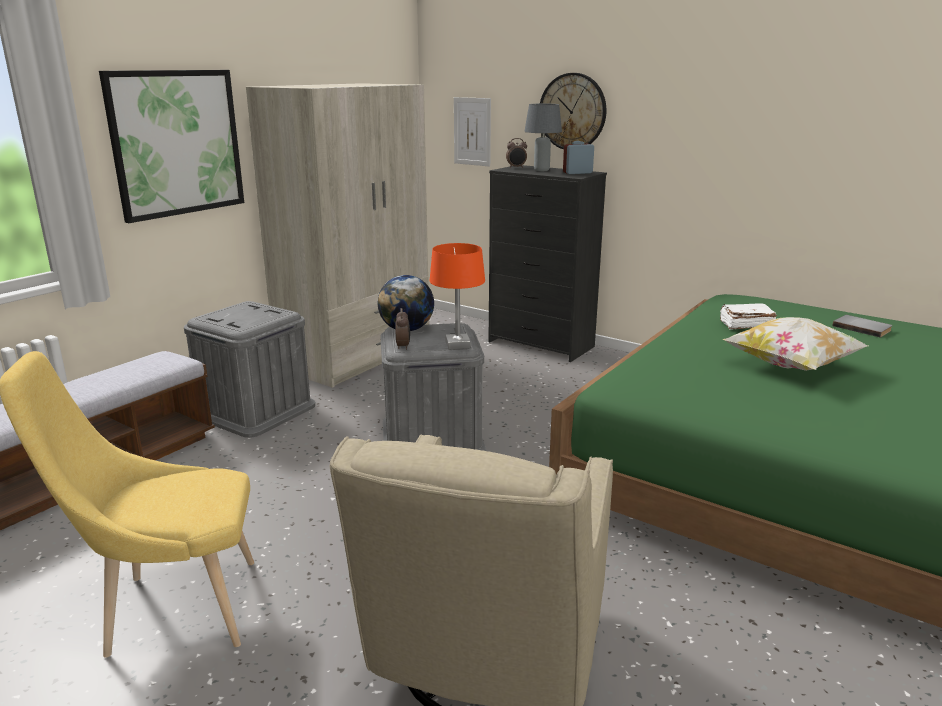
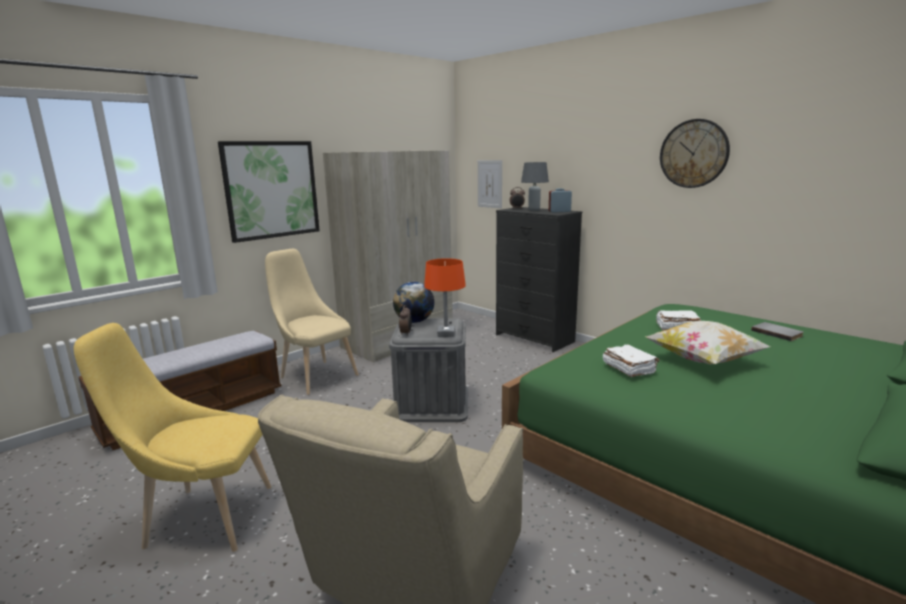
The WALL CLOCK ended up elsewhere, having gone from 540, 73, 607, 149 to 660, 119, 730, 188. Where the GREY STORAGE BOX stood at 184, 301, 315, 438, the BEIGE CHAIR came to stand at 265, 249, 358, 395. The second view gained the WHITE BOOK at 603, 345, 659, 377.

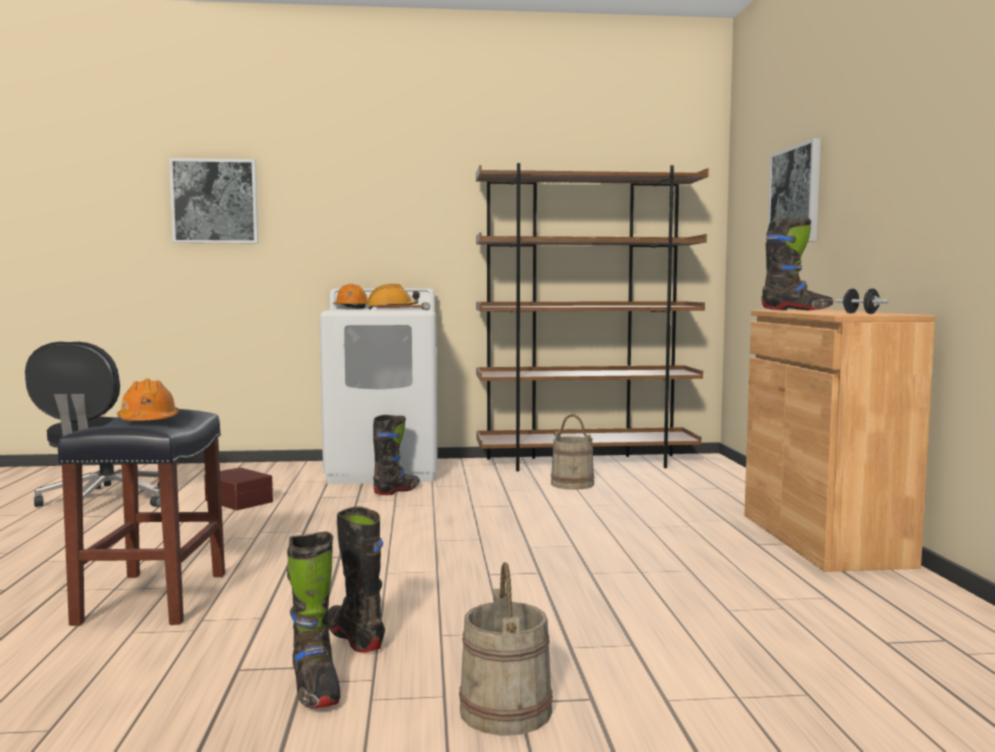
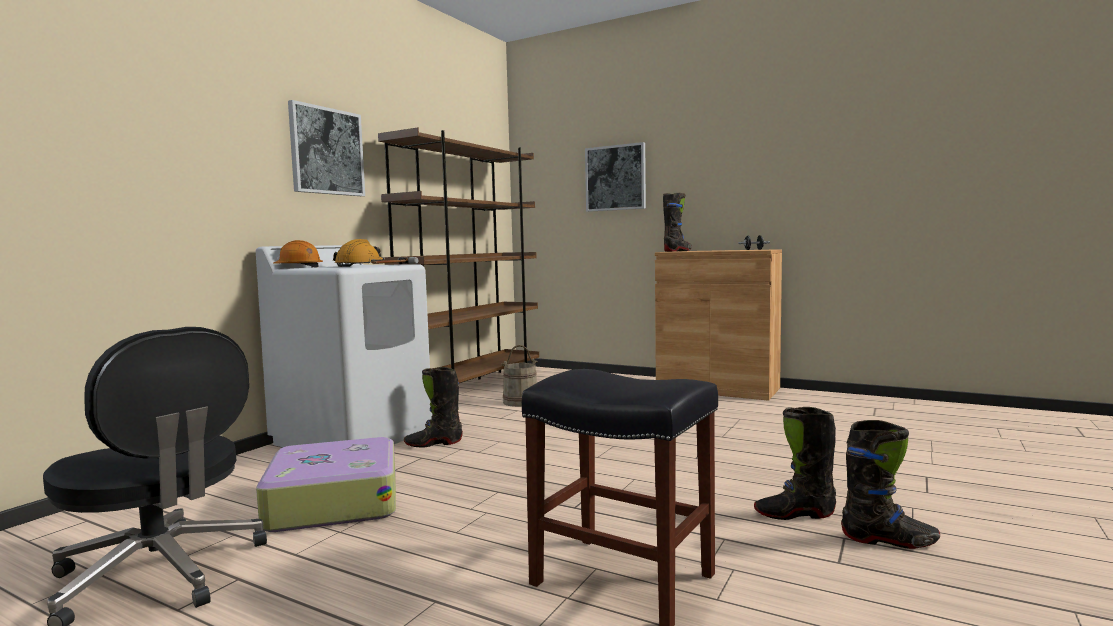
The PICTURE ended up elsewhere, having gone from 169, 158, 258, 243 to 288, 100, 365, 196. The second view lost the ORANGE HARD HAT at 117, 379, 179, 421. The BLACK BOOT at 373, 415, 420, 495 ended up facing another way, 90 degrees counterclockwise from before. Where the BROWN STORAGE BOX stood at 204, 467, 273, 510, the SUITCASE came to stand at 256, 437, 396, 532. The second view lost the BEIGE BUCKET at 459, 562, 553, 736.

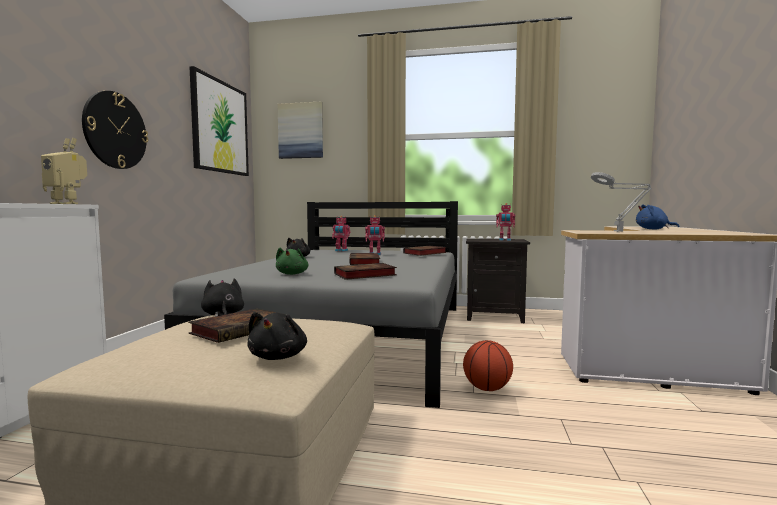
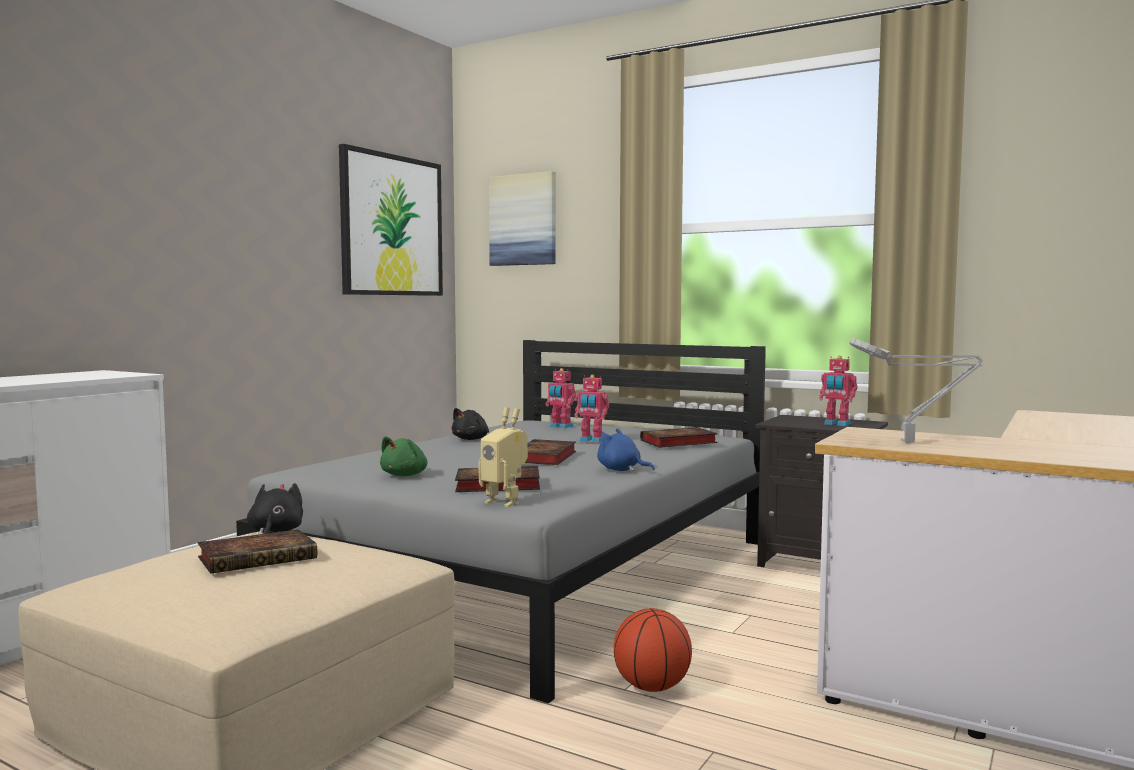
The second view lost the WALL CLOCK at 82, 91, 148, 169. The TOY ROBOT ended up elsewhere, having gone from 41, 138, 87, 204 to 479, 407, 528, 507. The BLUE PLUSH TOY ended up elsewhere, having gone from 636, 204, 679, 229 to 597, 428, 655, 471. The second view lost the BLACK PLUSH TOY at 247, 312, 307, 360.

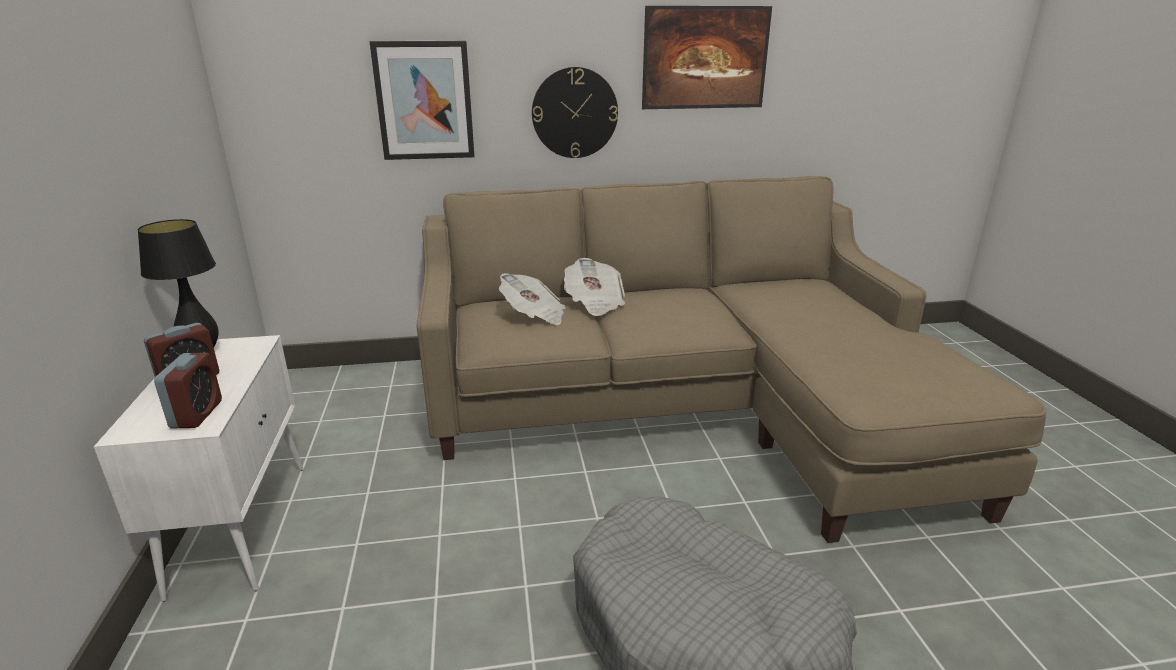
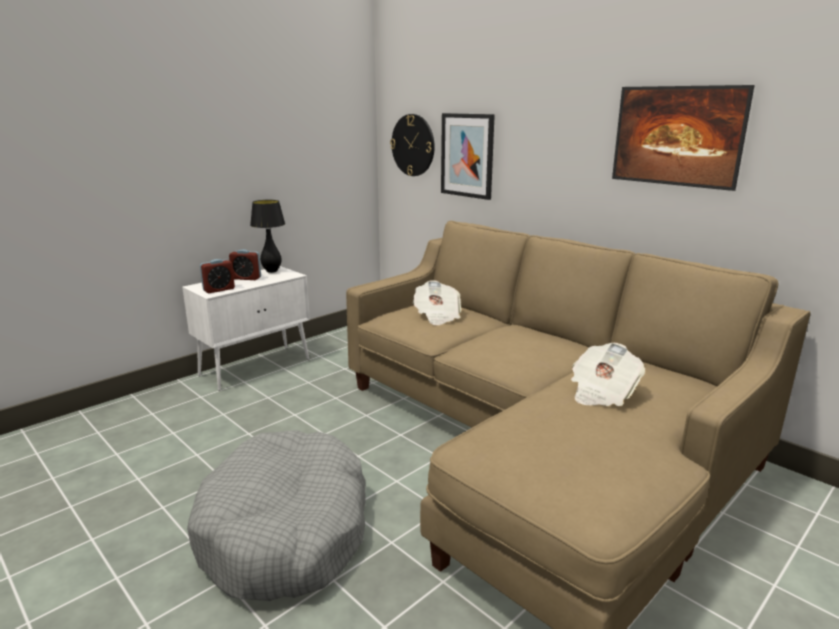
The WALL CLOCK ended up elsewhere, having gone from 532, 67, 618, 158 to 390, 114, 435, 176. The NEWSPAPER ended up elsewhere, having gone from 564, 258, 625, 316 to 571, 343, 645, 406.

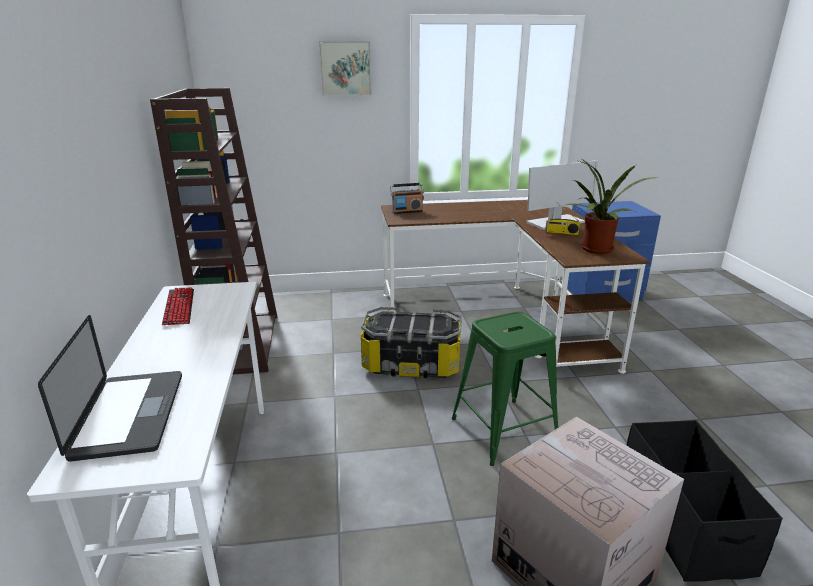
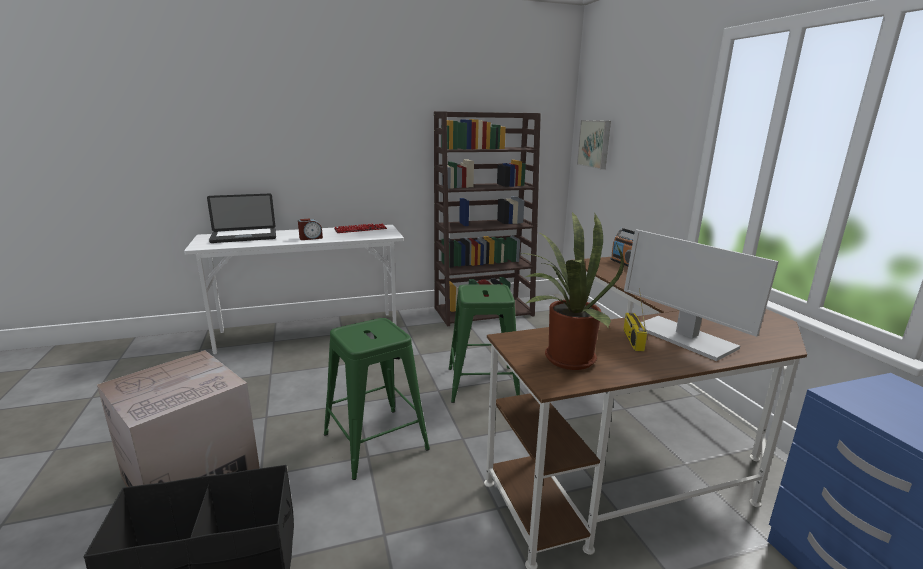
The PICTURE ended up elsewhere, having gone from 319, 41, 372, 96 to 577, 120, 611, 169. Where the STORAGE BOX stood at 361, 307, 461, 378, the GREEN STOOL came to stand at 448, 284, 520, 403. The second view gained the ALARM CLOCK at 298, 219, 323, 240.

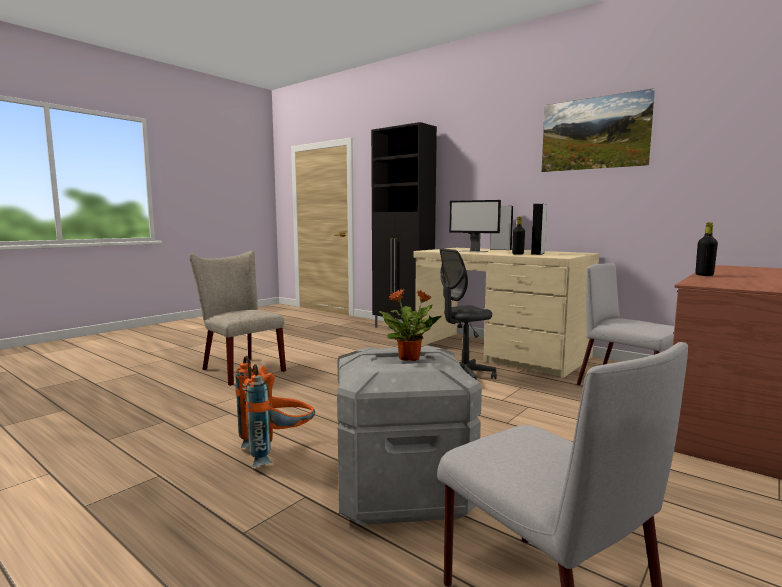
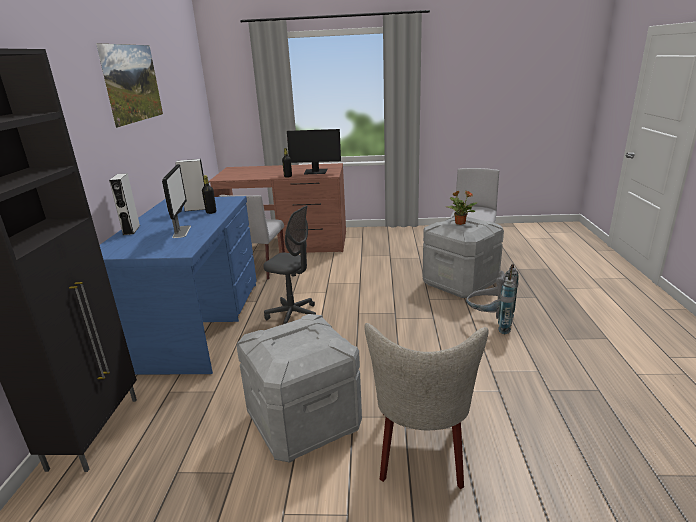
What was the BEIGE DESK at 414, 248, 599, 378 turned into the BLUE DESK at 100, 196, 257, 375. What was the ORANGE BACKPACK at 235, 356, 315, 467 turned into the GREY BACKPACK at 466, 264, 519, 334. The second view gained the MONITOR at 287, 129, 341, 174. The second view gained the GREY STORAGE BOX at 236, 314, 362, 463.

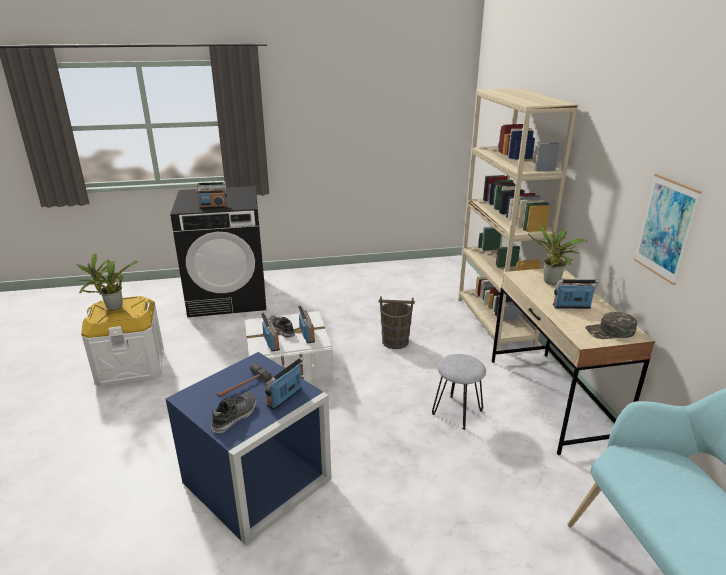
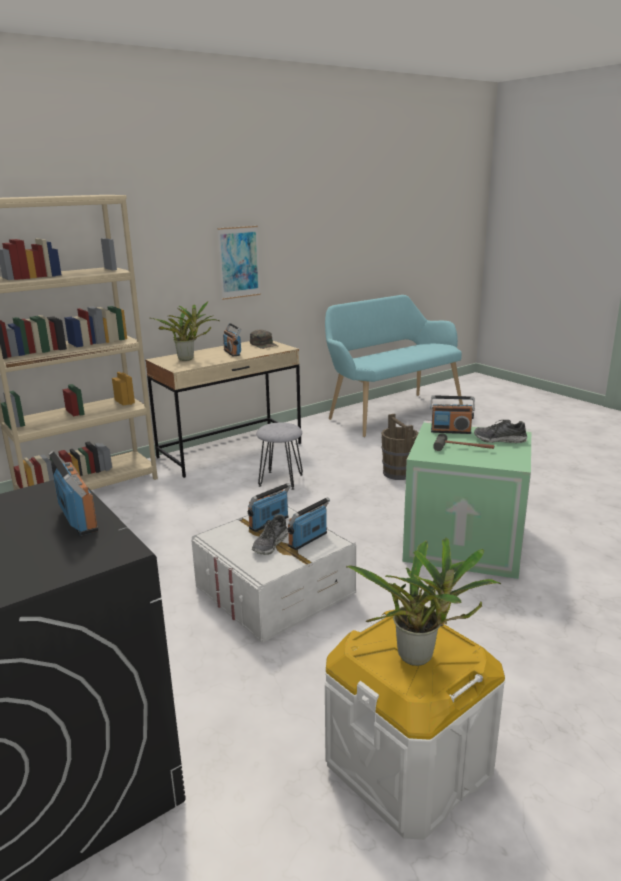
The BROWN BUCKET ended up elsewhere, having gone from 379, 296, 415, 349 to 381, 414, 418, 480. What was the BLUE STORAGE BOX at 165, 352, 331, 545 turned into the GREEN STORAGE BOX at 403, 421, 531, 579.

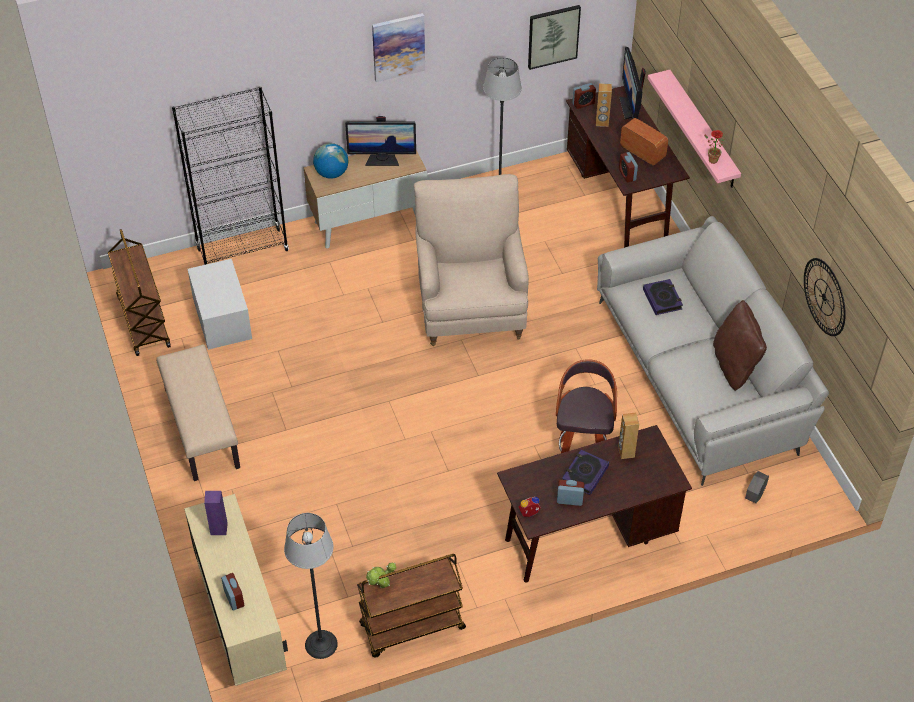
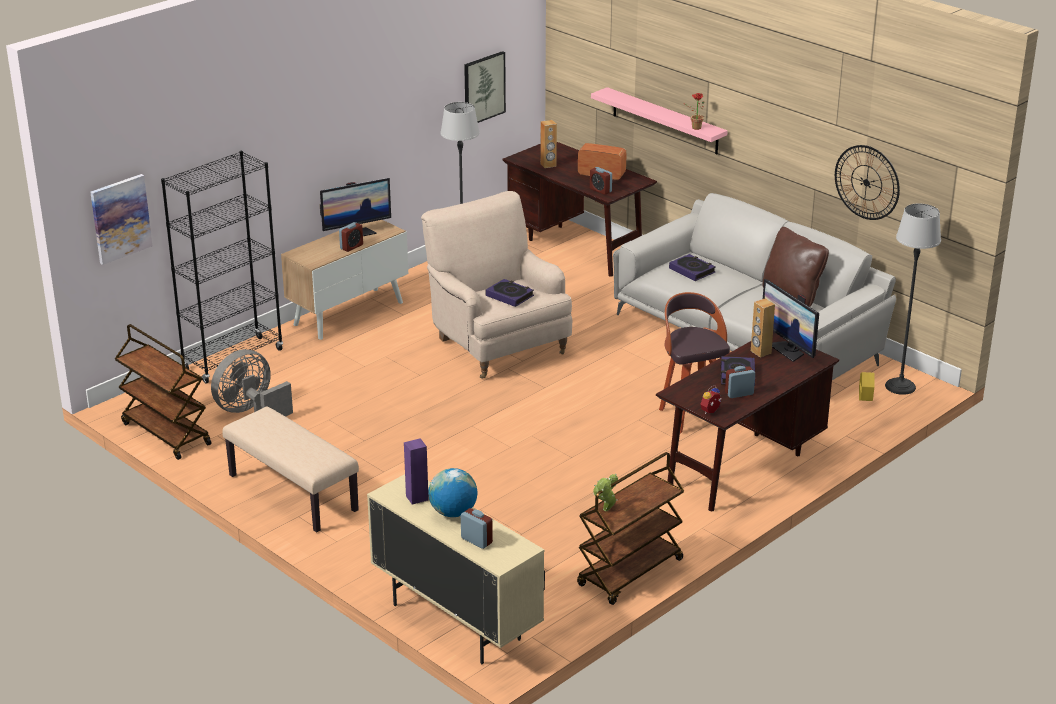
The PICTURE ended up elsewhere, having gone from 372, 13, 425, 82 to 90, 174, 152, 265. The MONITOR ended up elsewhere, having gone from 619, 47, 646, 119 to 763, 279, 819, 362. The ALARM CLOCK ended up elsewhere, having gone from 572, 83, 596, 109 to 339, 222, 363, 252. The GLOBE ended up elsewhere, having gone from 313, 143, 348, 179 to 428, 468, 477, 517. Where the WHITE STORAGE BOX stood at 188, 259, 252, 350, the GREY FAN came to stand at 211, 349, 293, 417. What was the GREY PLANTER at 745, 471, 769, 503 turned into the YELLOW PLANTER at 859, 372, 874, 401. The FLOOR LAMP ended up elsewhere, having gone from 284, 513, 338, 659 to 885, 203, 941, 395. The second view gained the BOOK at 486, 279, 534, 307.

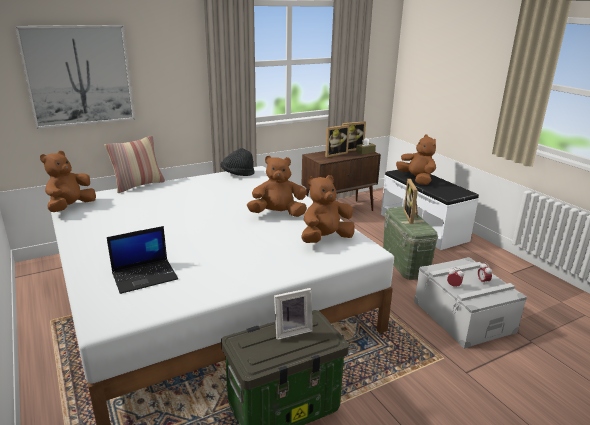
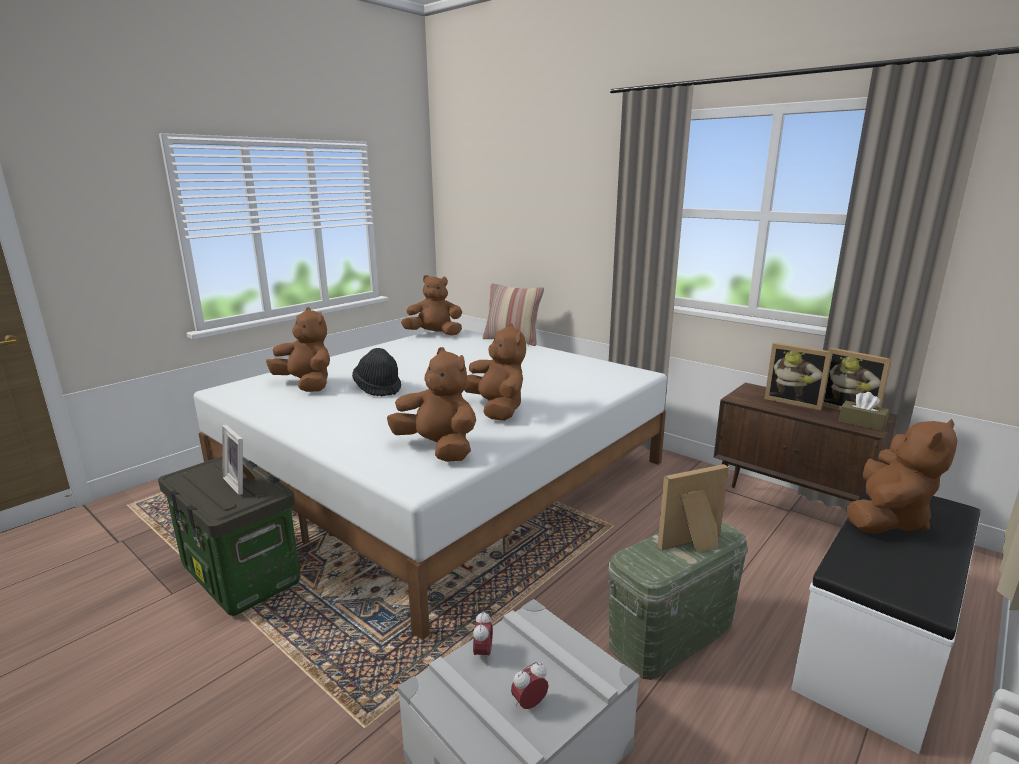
The second view lost the PICTURE at 15, 25, 135, 129. The BLACK HAT ended up elsewhere, having gone from 221, 148, 255, 176 to 352, 348, 401, 397. Where the LAPTOP stood at 107, 226, 178, 294, the BROWN PLUSH TOY came to stand at 266, 307, 330, 392.

